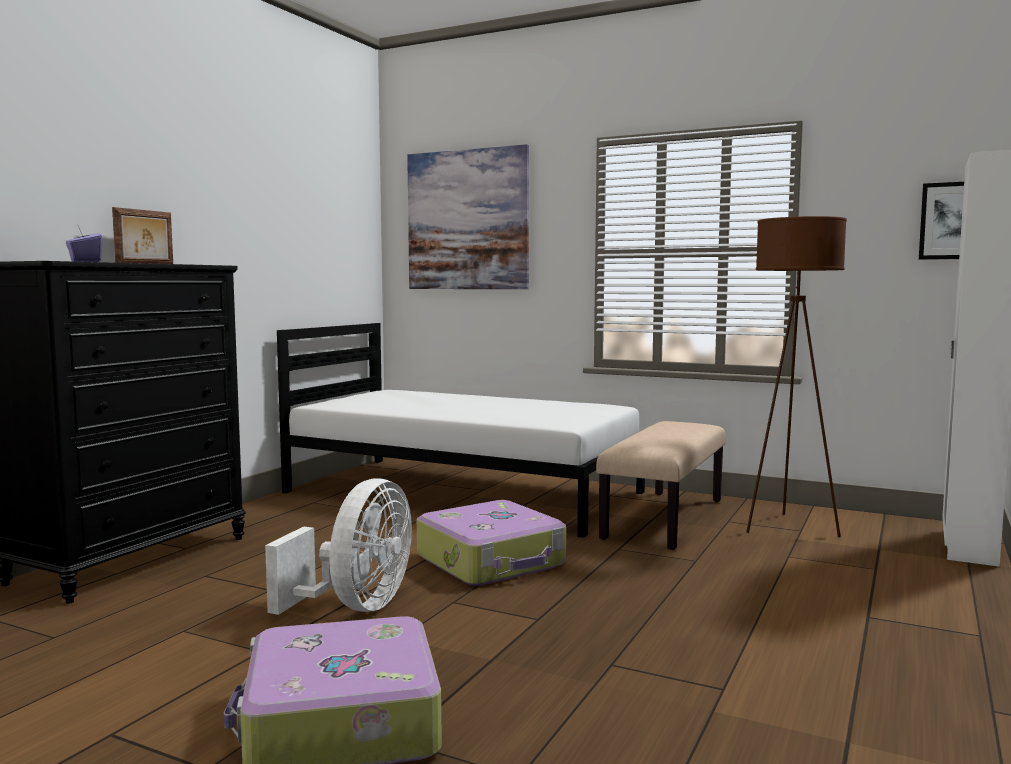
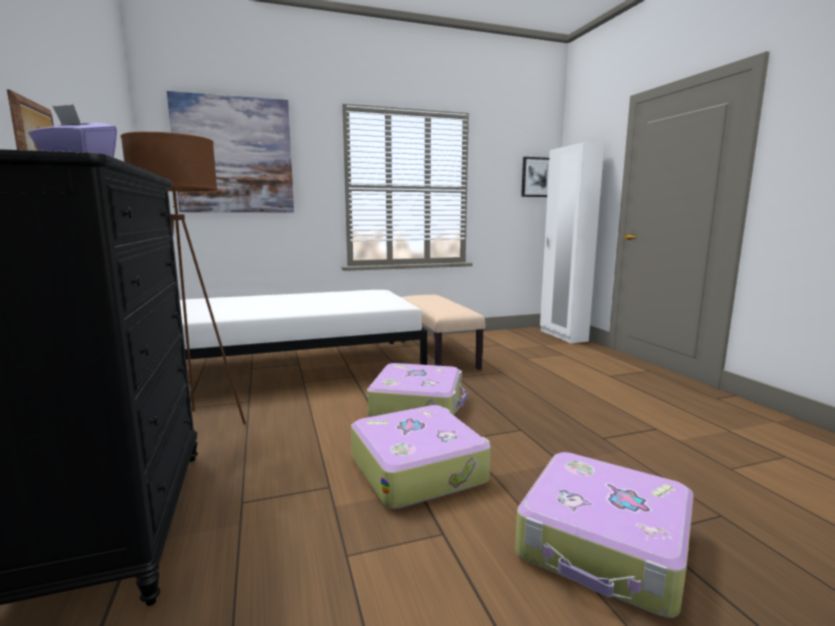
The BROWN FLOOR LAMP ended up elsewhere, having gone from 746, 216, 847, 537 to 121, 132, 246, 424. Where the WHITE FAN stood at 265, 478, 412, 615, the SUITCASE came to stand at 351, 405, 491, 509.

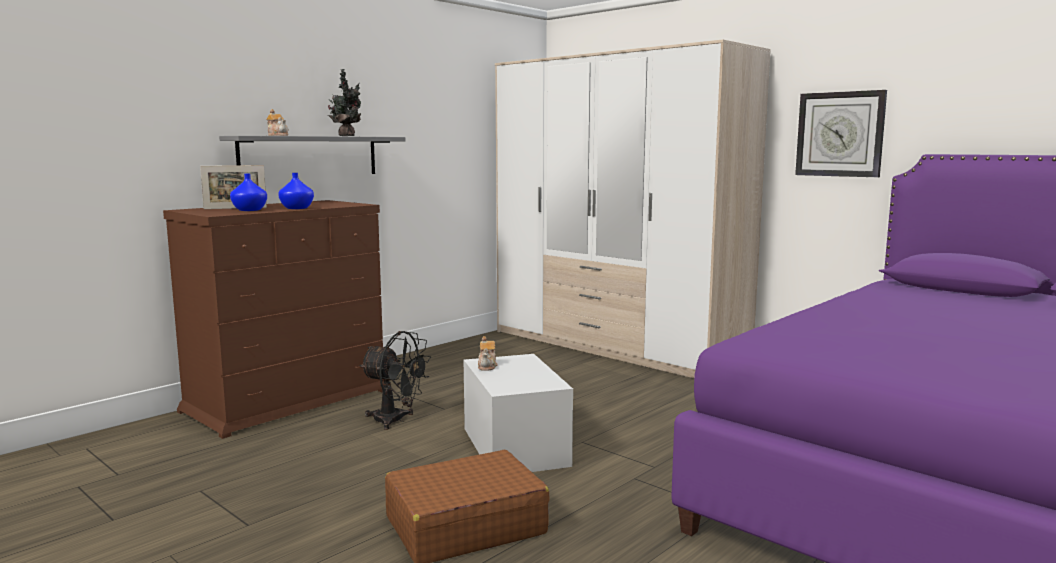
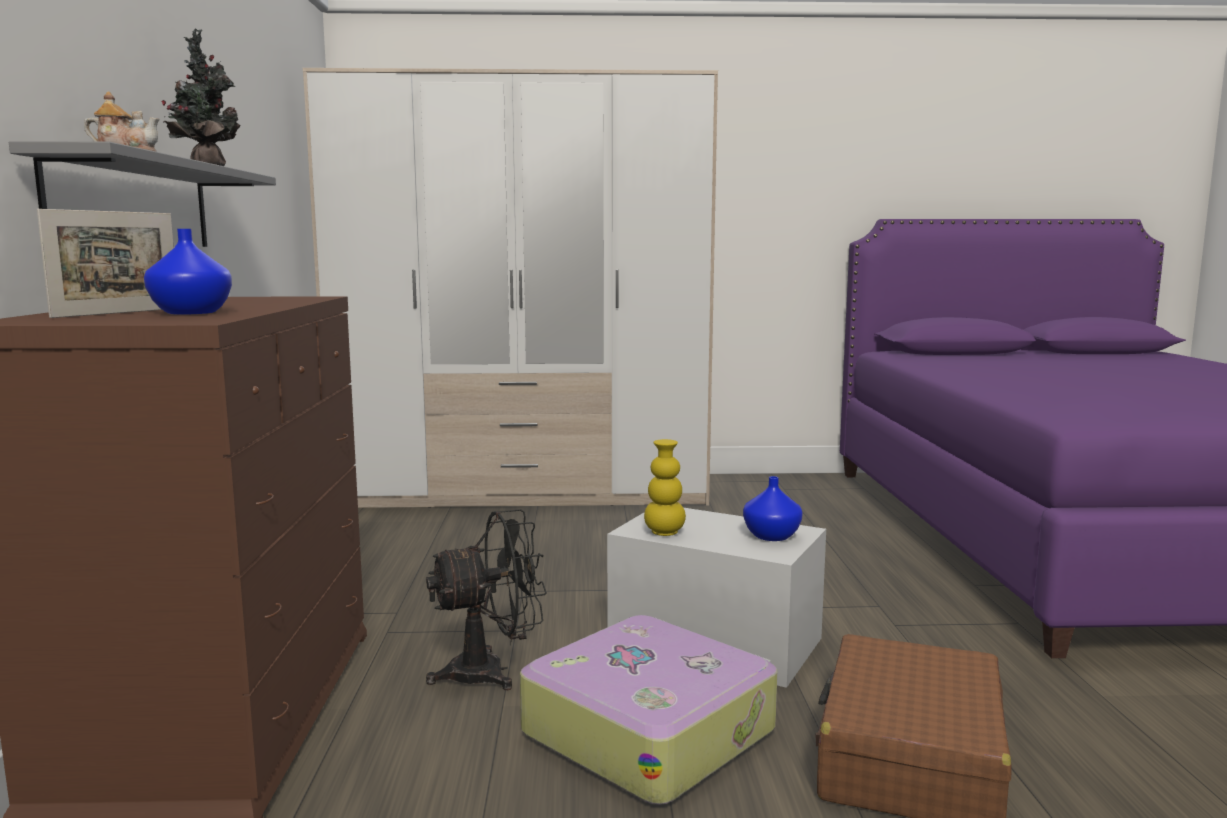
The second view lost the WALL CLOCK at 795, 90, 887, 177. The BLUE VASE ended up elsewhere, having gone from 278, 173, 314, 209 to 743, 476, 803, 541. Where the TEAPOT stood at 478, 336, 498, 371, the YELLOW VASE came to stand at 644, 439, 686, 536. The second view gained the SUITCASE at 520, 615, 777, 805.

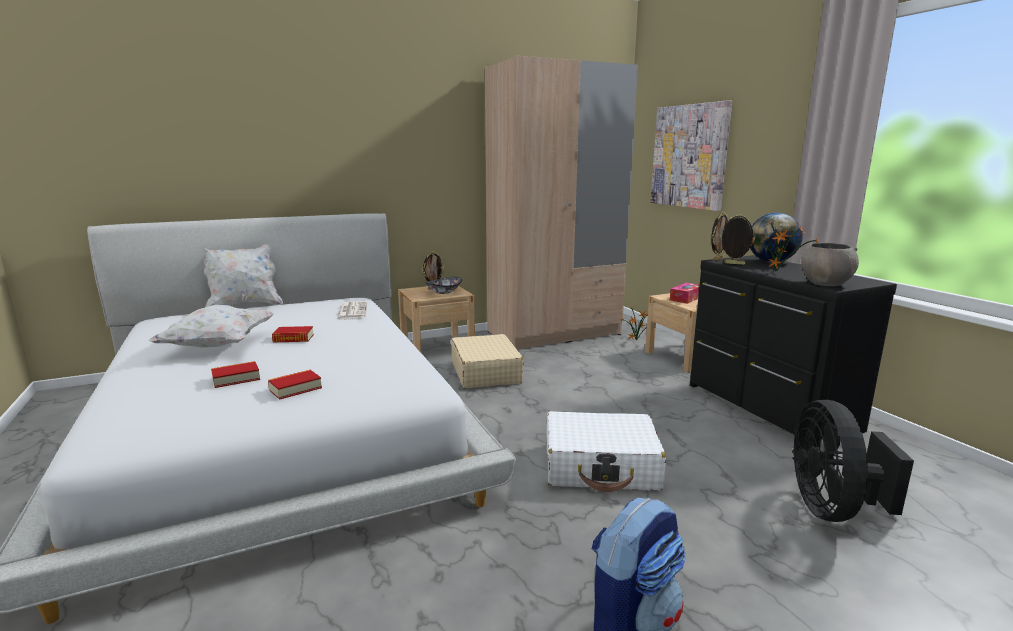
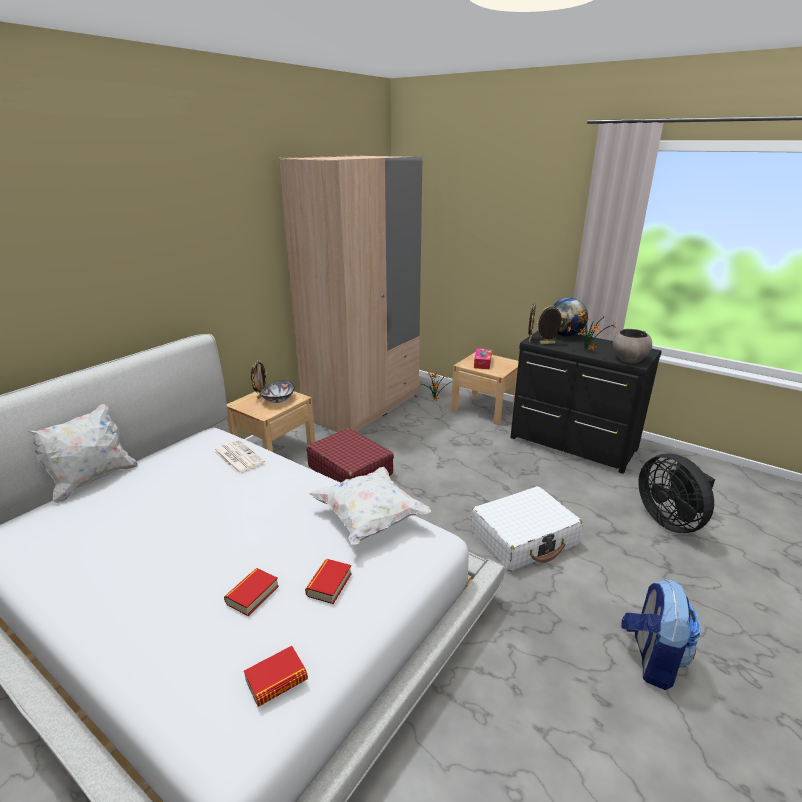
The second view lost the PICTURE at 651, 100, 732, 211. The WHITE PILLOW ended up elsewhere, having gone from 148, 305, 274, 348 to 309, 467, 431, 545. The BOOK ended up elsewhere, having gone from 272, 326, 314, 343 to 244, 646, 308, 707. What was the BEIGE SUITCASE at 451, 334, 524, 388 turned into the RED SUITCASE at 306, 428, 394, 483.

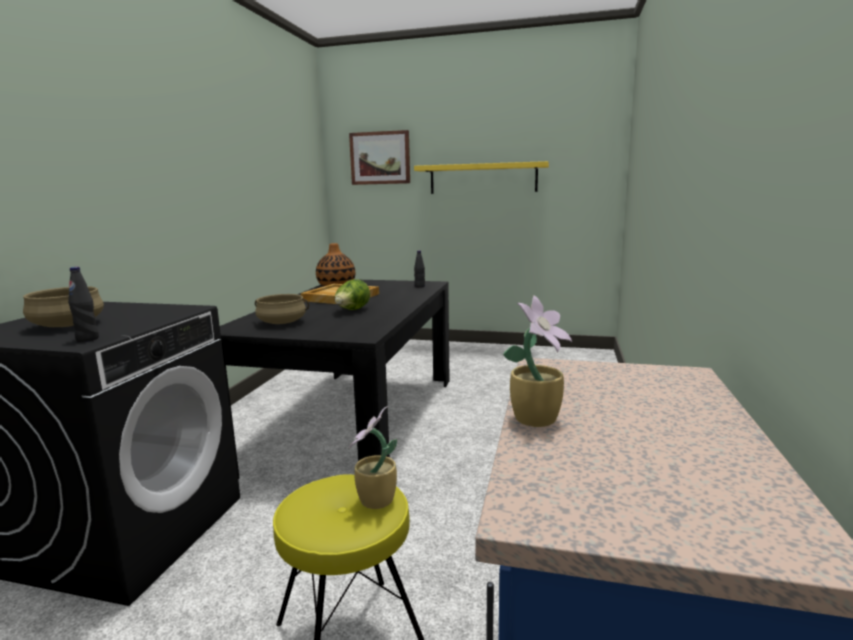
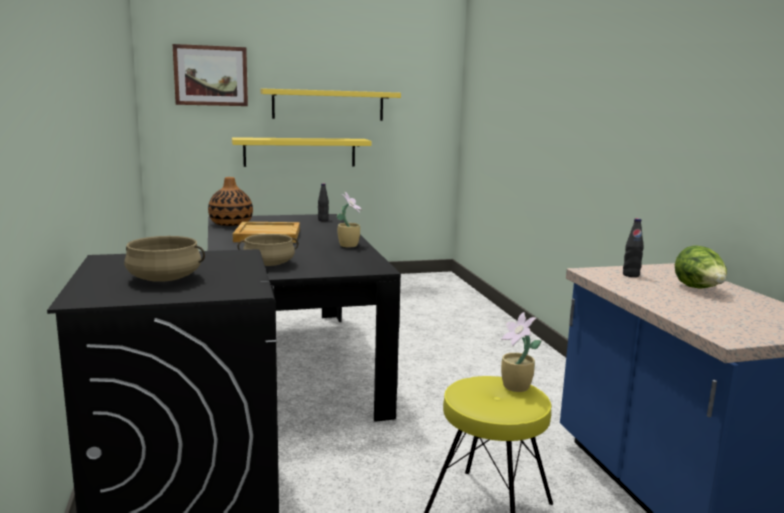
The BLACK BOTTLE ended up elsewhere, having gone from 68, 267, 99, 342 to 623, 218, 644, 277. The LETTUCE ended up elsewhere, having gone from 335, 279, 370, 310 to 675, 245, 727, 289. The POTTED PLANT ended up elsewhere, having gone from 503, 295, 572, 427 to 337, 192, 362, 247. The second view gained the YELLOW SHELF at 232, 137, 372, 167.

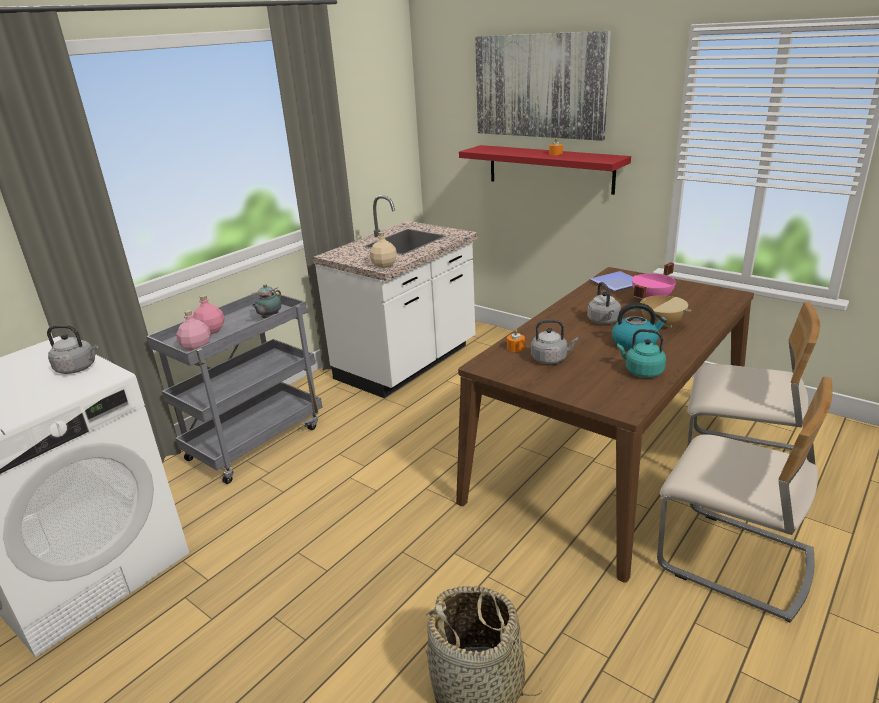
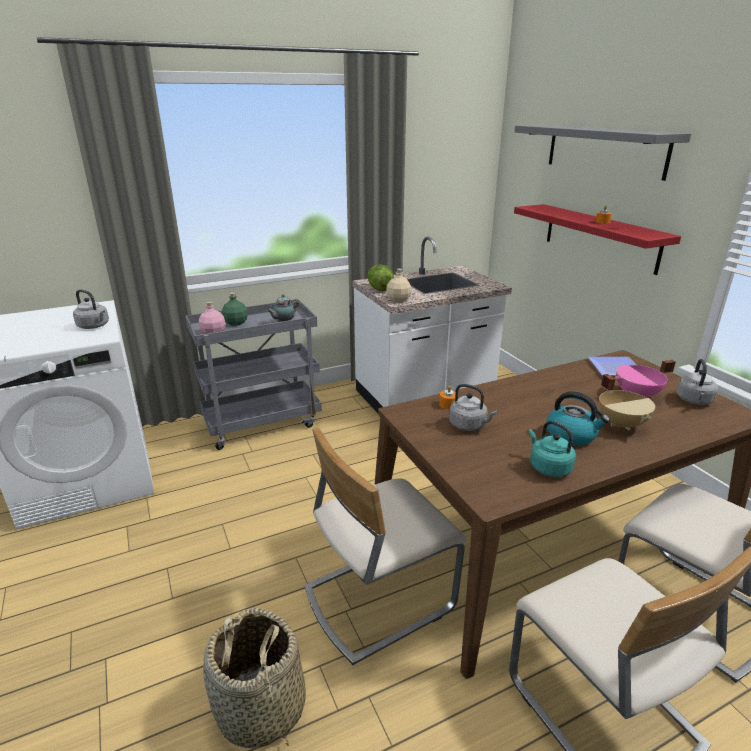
Where the PICTURE hung at 475, 31, 611, 141, the GREY SHELF came to hang at 514, 125, 691, 181. The GREY KETTLE ended up elsewhere, having gone from 587, 282, 621, 324 to 677, 359, 718, 405. What was the PINK BOTTLE at 193, 295, 225, 334 turned into the GREEN BOTTLE at 222, 292, 248, 326. The second view gained the LETTUCE at 367, 264, 394, 291. The second view gained the BEIGE CHAIR at 305, 428, 466, 665.

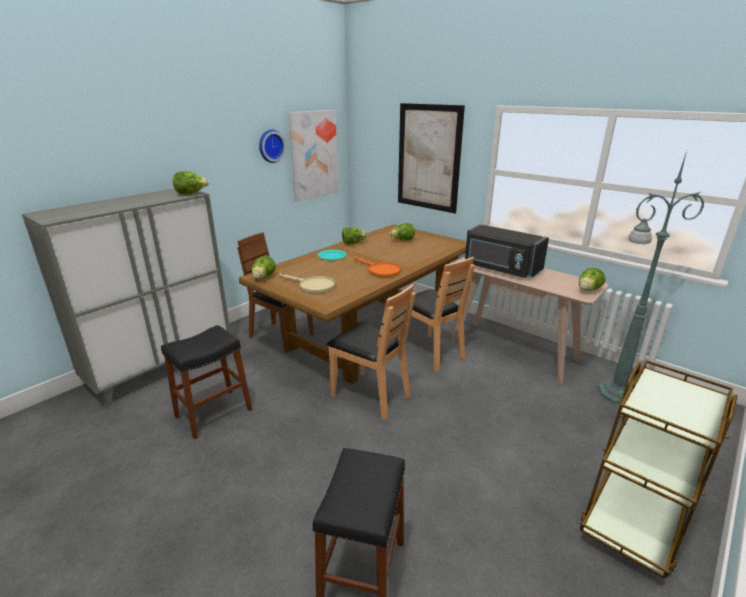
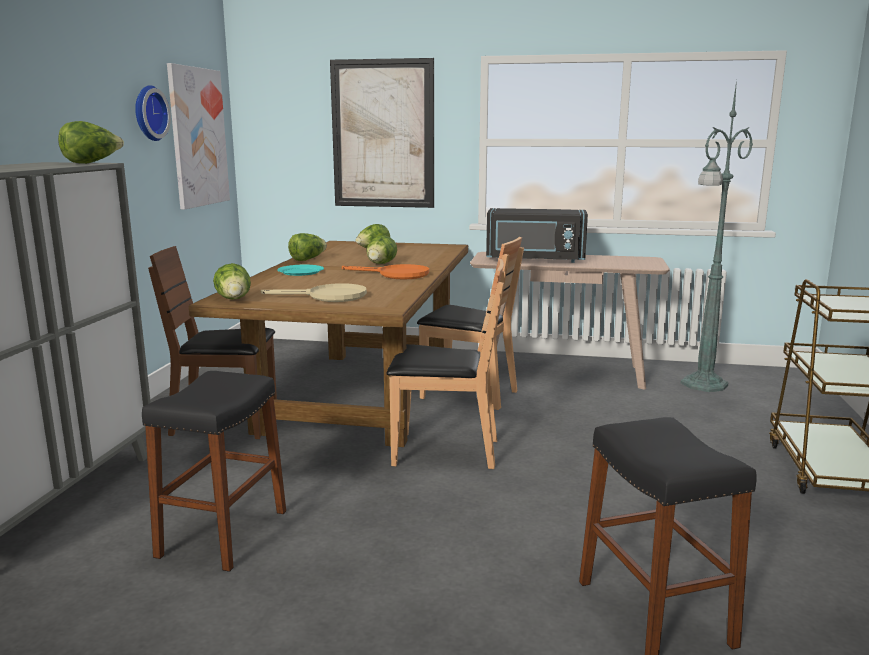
The LETTUCE ended up elsewhere, having gone from 579, 268, 606, 291 to 366, 235, 397, 264.

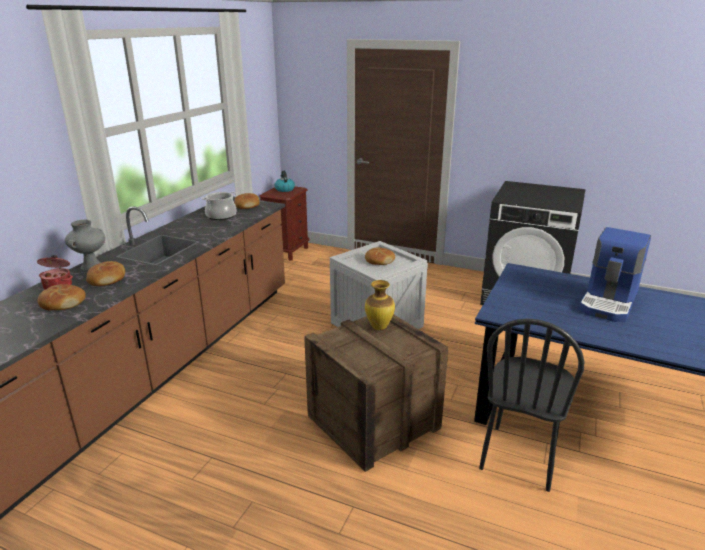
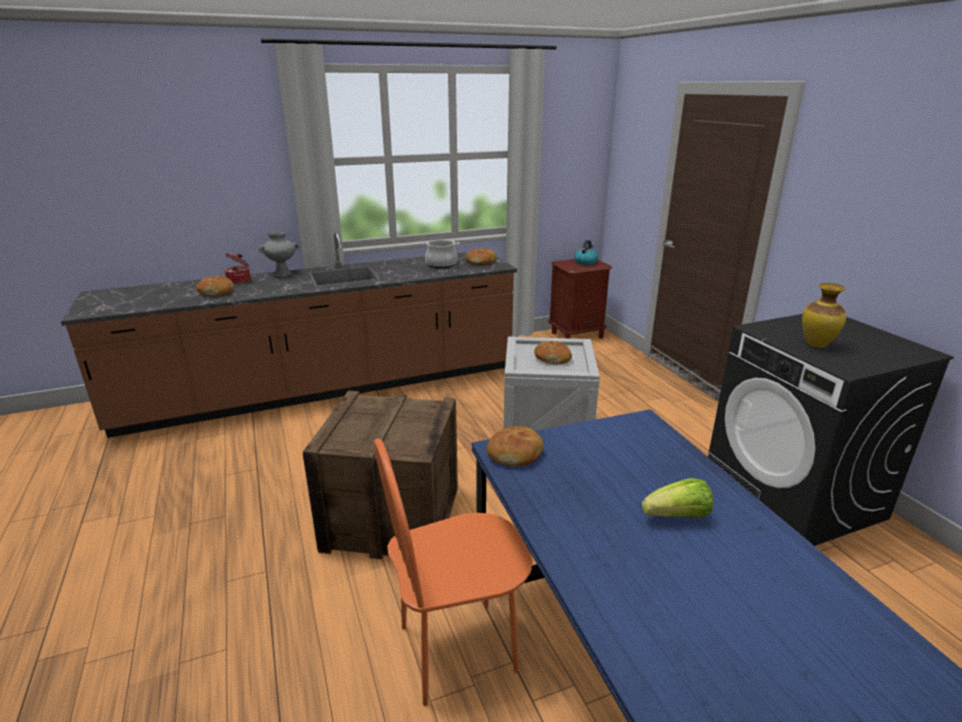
Where the COFFEE MACHINE stood at 579, 227, 651, 322, the LETTUCE came to stand at 642, 478, 713, 518. The BREAD ended up elsewhere, having gone from 86, 261, 125, 286 to 487, 426, 544, 466. The VASE ended up elsewhere, having gone from 365, 280, 395, 330 to 802, 283, 846, 348. What was the BLACK CHAIR at 479, 318, 585, 492 turned into the ORANGE CHAIR at 374, 439, 533, 706.

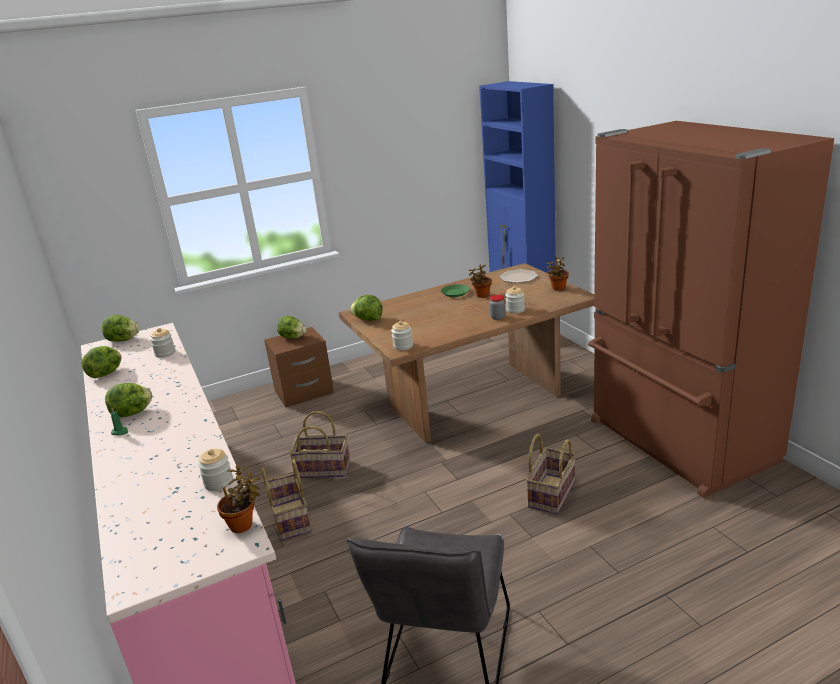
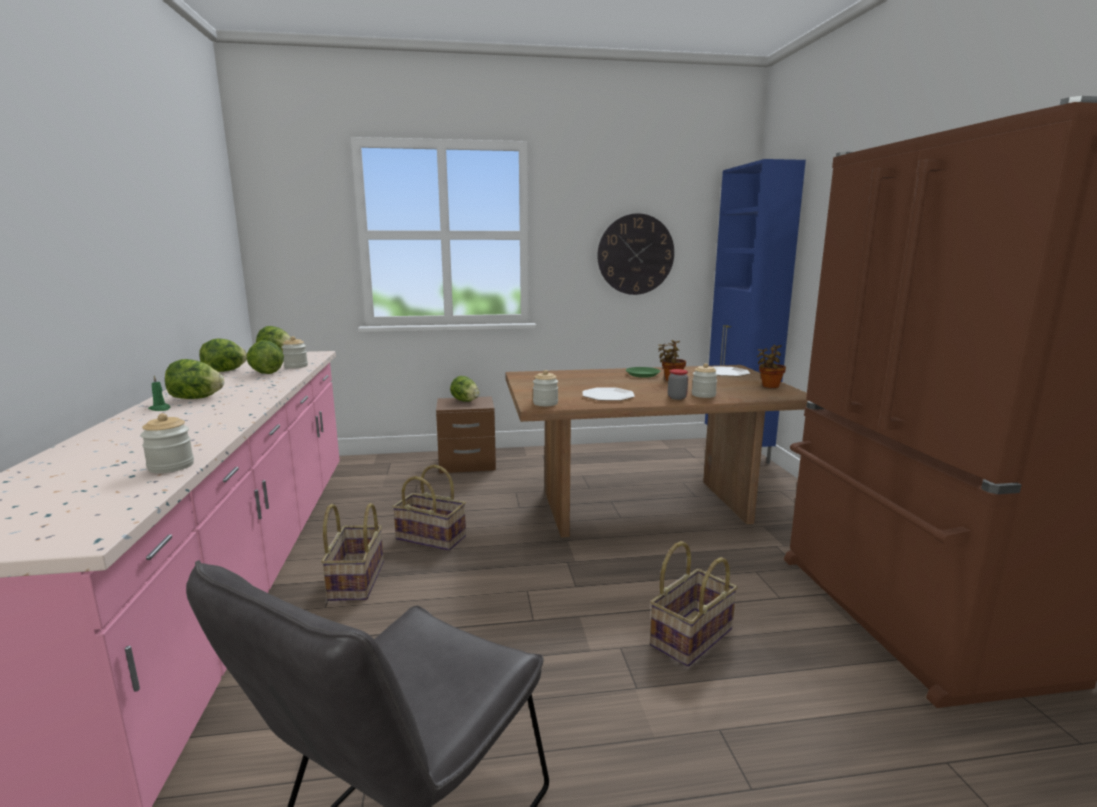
The LETTUCE ended up elsewhere, having gone from 350, 295, 383, 321 to 246, 340, 284, 374. The second view lost the POTTED PLANT at 217, 465, 260, 533. The second view gained the WALL CLOCK at 597, 213, 674, 295. The second view gained the PLATE at 582, 387, 635, 401.

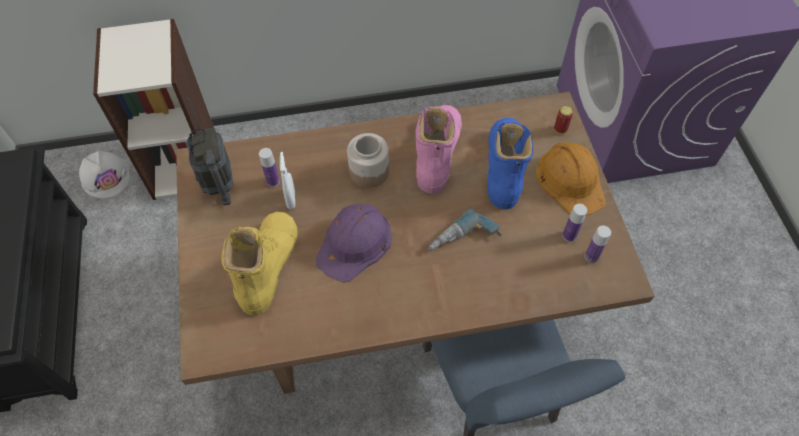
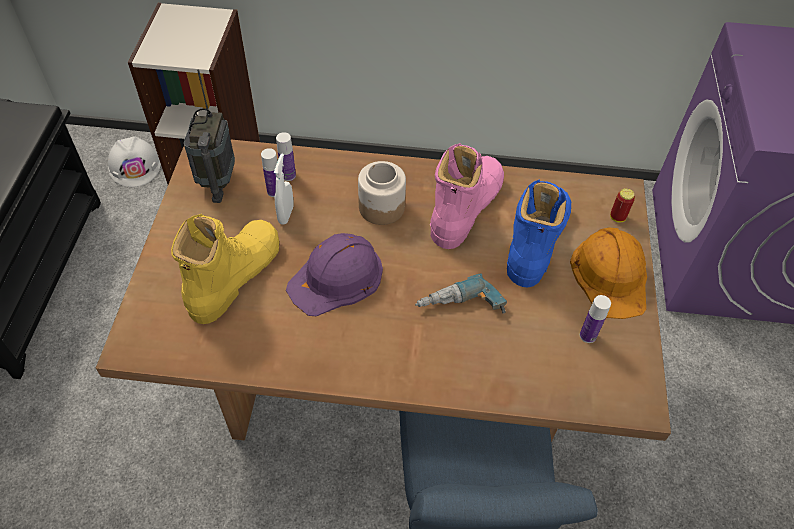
The BOTTLE ended up elsewhere, having gone from 584, 225, 611, 263 to 276, 132, 296, 181.

